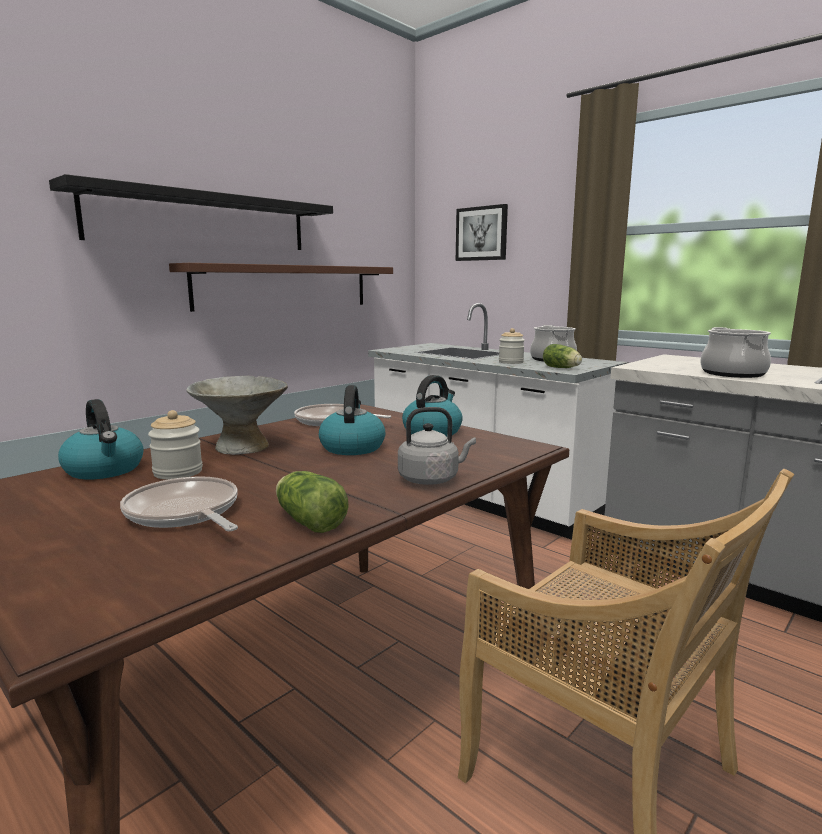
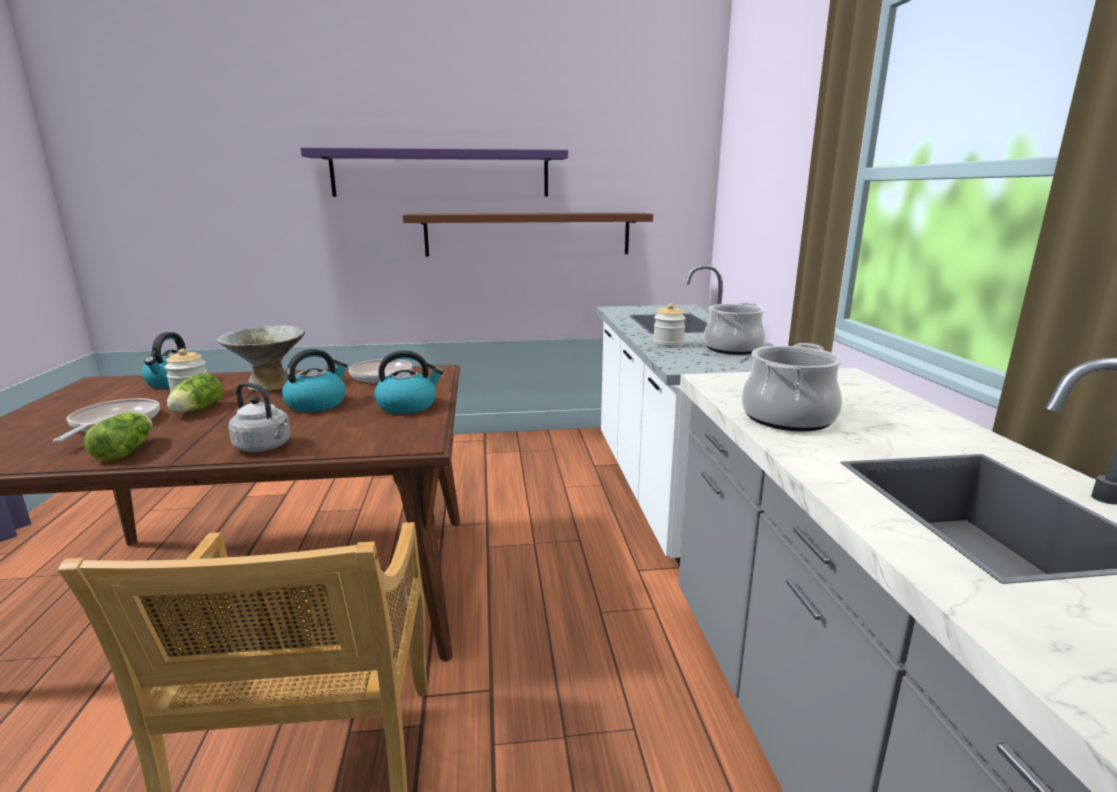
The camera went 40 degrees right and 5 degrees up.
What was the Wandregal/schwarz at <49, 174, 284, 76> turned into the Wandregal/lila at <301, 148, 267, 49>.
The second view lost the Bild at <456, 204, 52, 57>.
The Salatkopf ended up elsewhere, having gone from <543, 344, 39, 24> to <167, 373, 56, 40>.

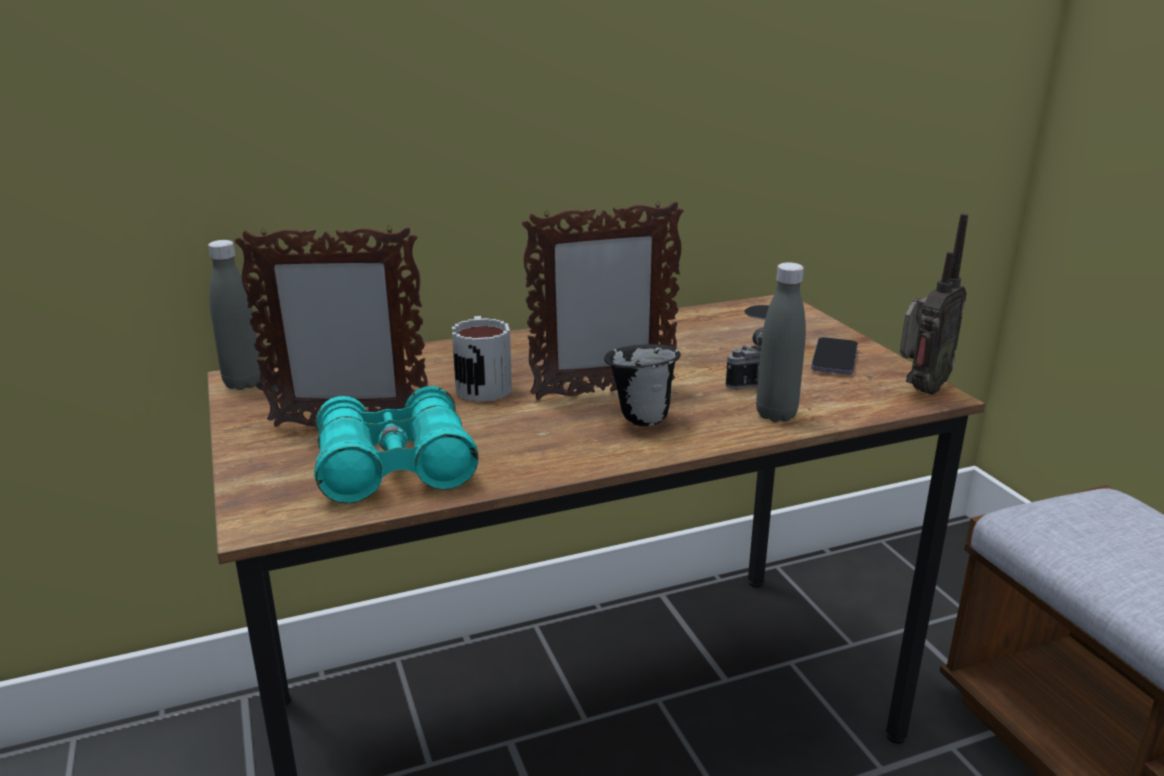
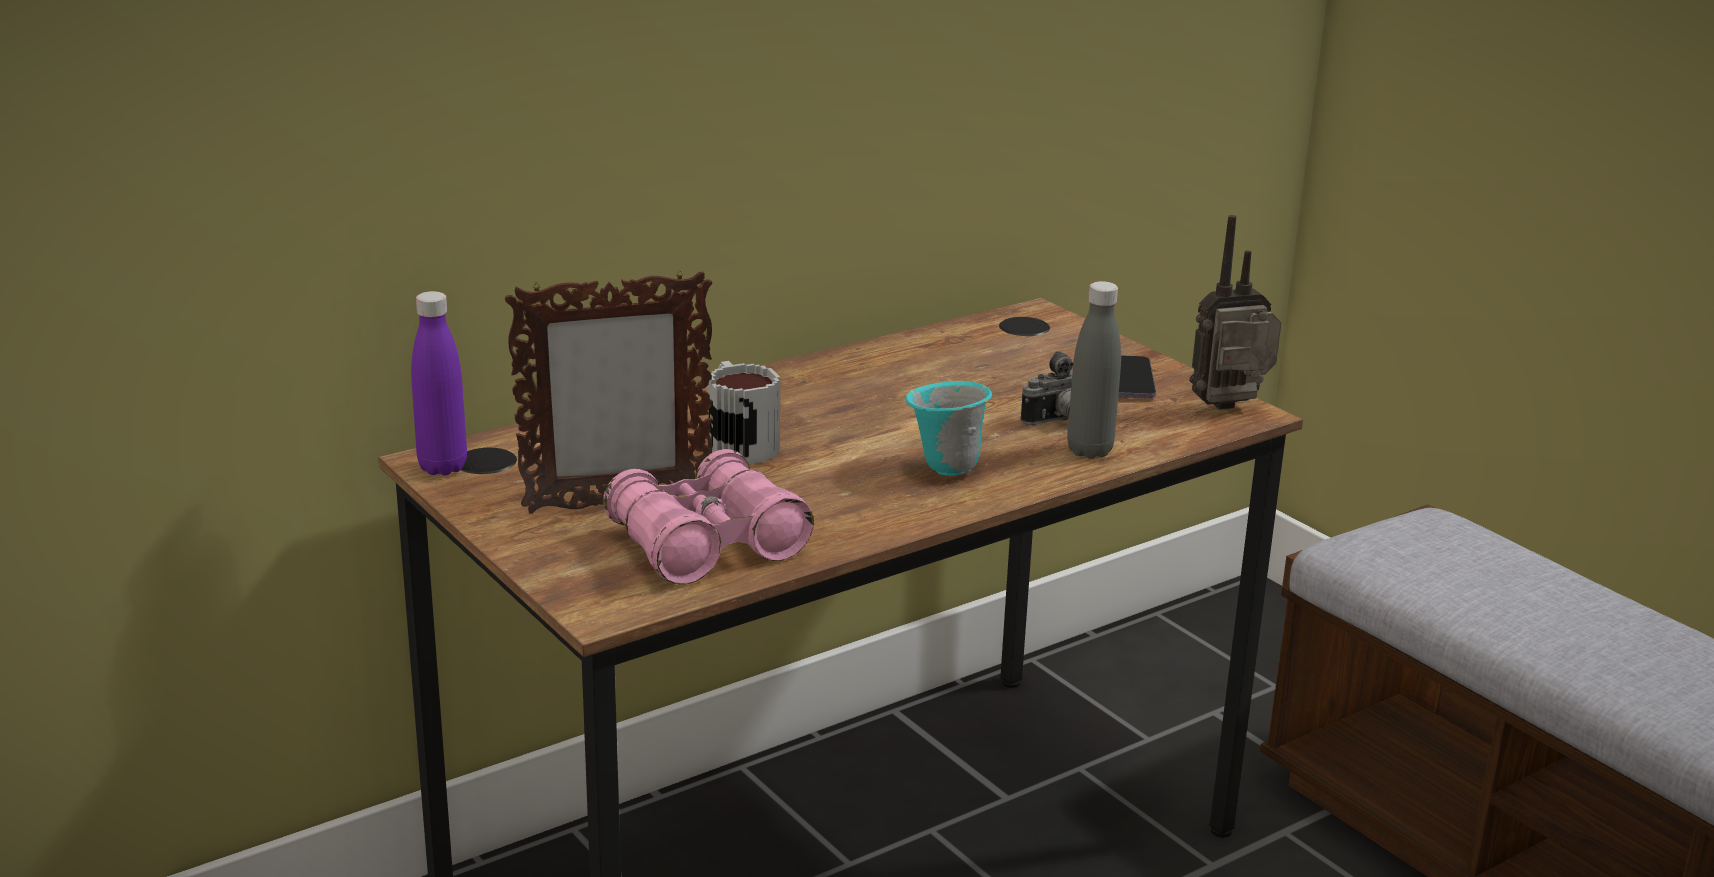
The camera went 15 degrees left and 0 degrees up.
The second view lost the Bilderrahmen at <522, 201, 161, 199>.
The Radio at <900, 214, 68, 181> ended up facing another way, 135 degrees counterclockwise from before.
What was the Flasche/grau at <208, 240, 53, 150> turned into the Flasche/lila at <411, 291, 56, 185>.
What was the Henkelbecher/schwarz at <604, 344, 77, 82> turned into the Henkelbecher/türkis at <905, 381, 87, 95>.
What was the Fernglas/türkis at <314, 386, 165, 117> turned into the Fernglas/rosa at <603, 449, 211, 136>.

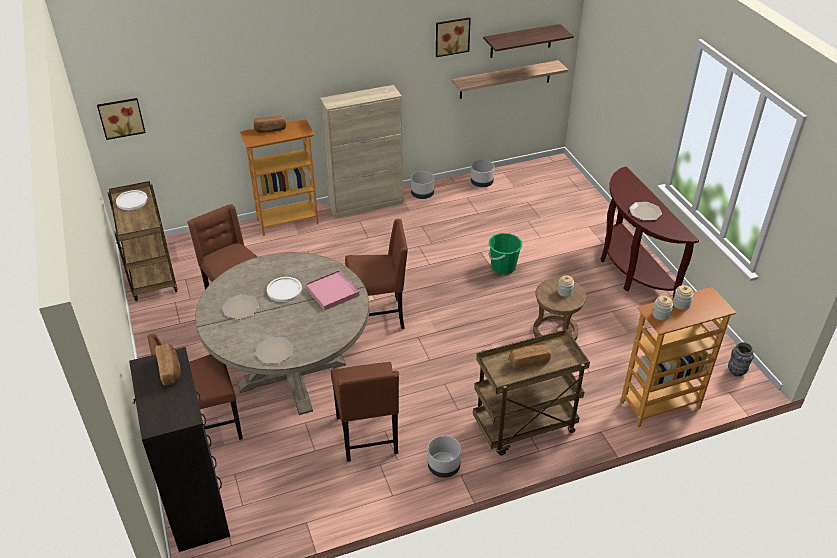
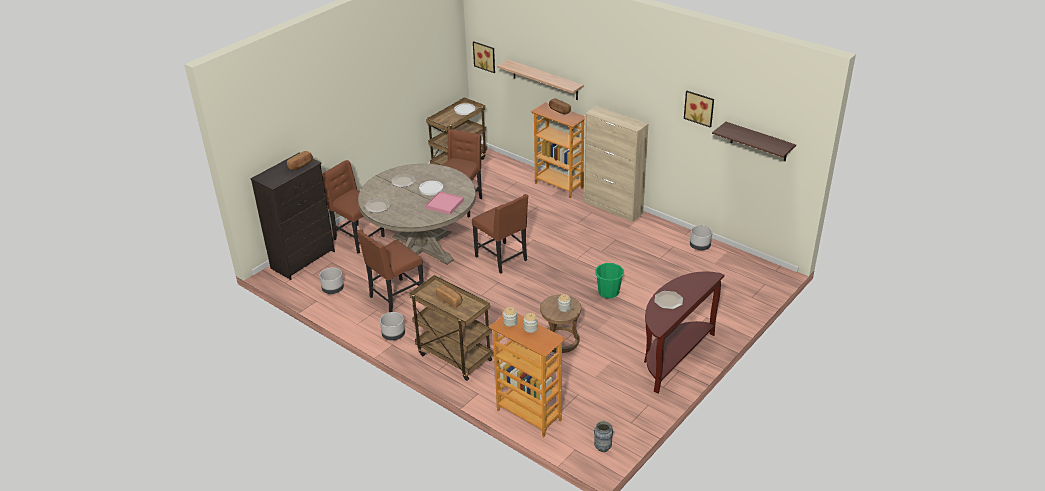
The camera went 60 degrees right and 5 degrees down.
The Wandregal ended up elsewhere, having gone from <452, 60, 116, 39> to <497, 60, 87, 40>.
The Pflanzkübel/grau ended up elsewhere, having gone from <411, 171, 23, 28> to <319, 268, 25, 26>.

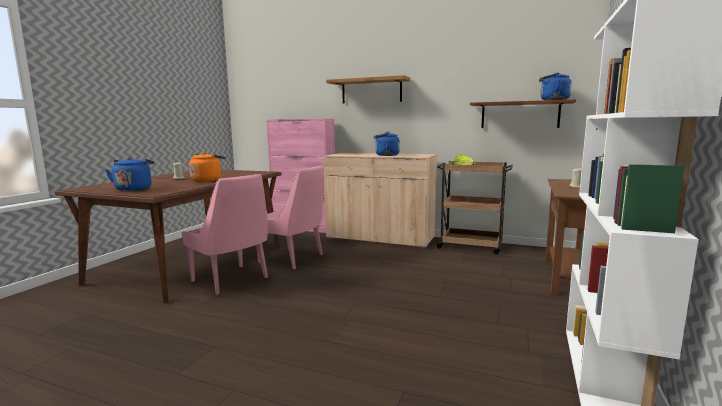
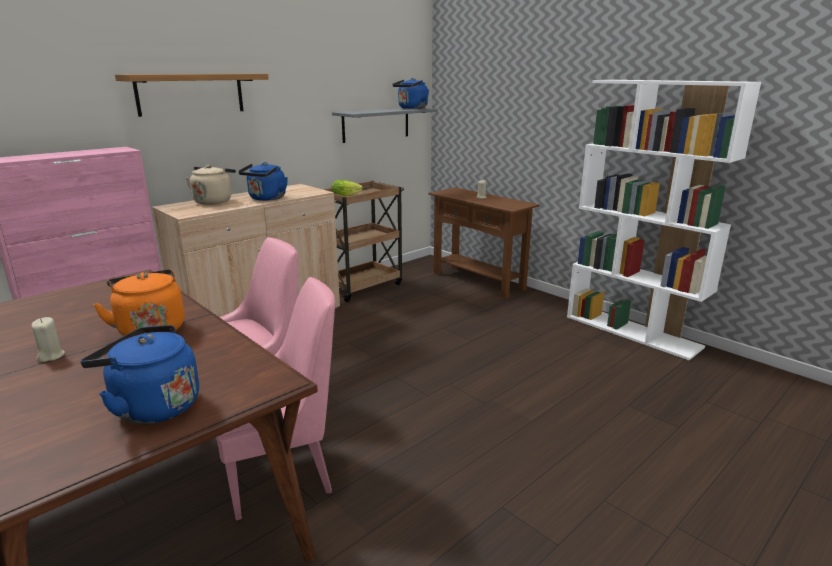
The camera went 65 degrees left and 10 degrees up.
What was the Wandregal/braun at <470, 99, 106, 29> turned into the Wandregal/grau at <332, 108, 106, 35>.
The second view gained the Wasserkessel/beige at <186, 165, 50, 40>.

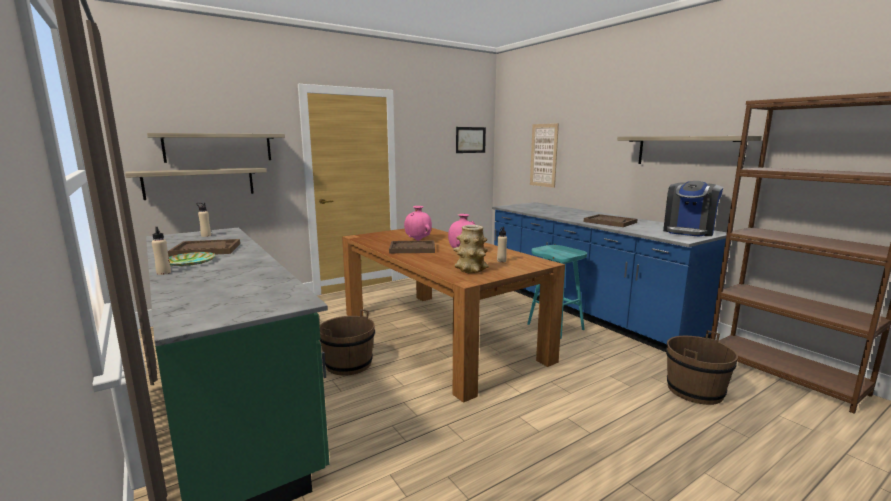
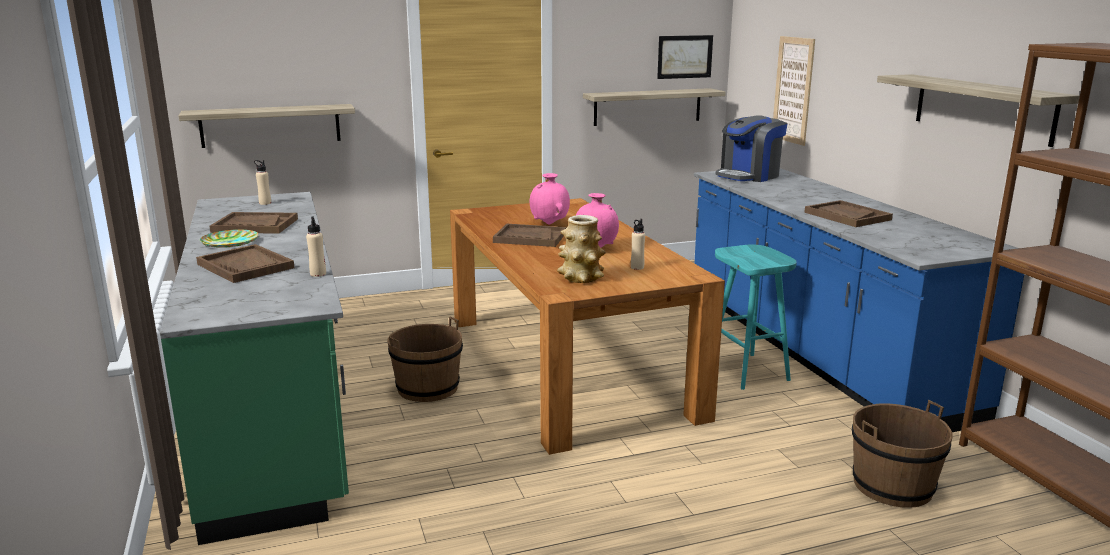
The camera went 15 degrees right and 5 degrees up.
The Wandregal ended up elsewhere, having gone from <147, 133, 138, 30> to <583, 88, 143, 38>.
The Kaffeemaschine ended up elsewhere, having gone from <663, 181, 60, 56> to <715, 115, 72, 67>.
The Flasche/beige ended up elsewhere, having gone from <152, 227, 19, 48> to <306, 216, 20, 61>.
The second view gained the Tablett/braun at <196, 244, 99, 39>.

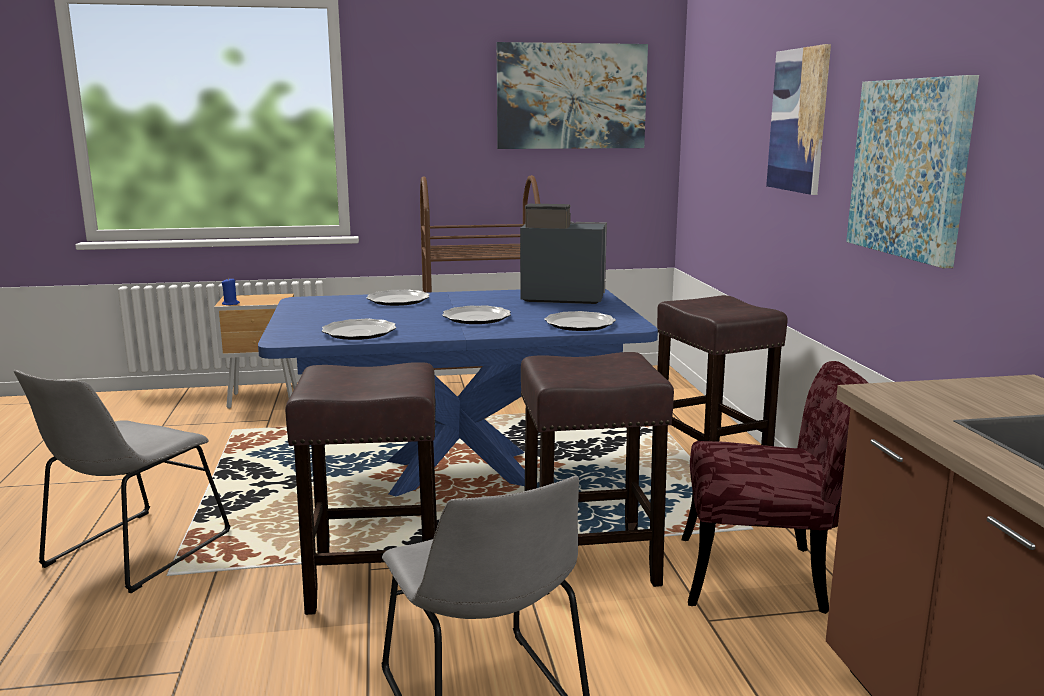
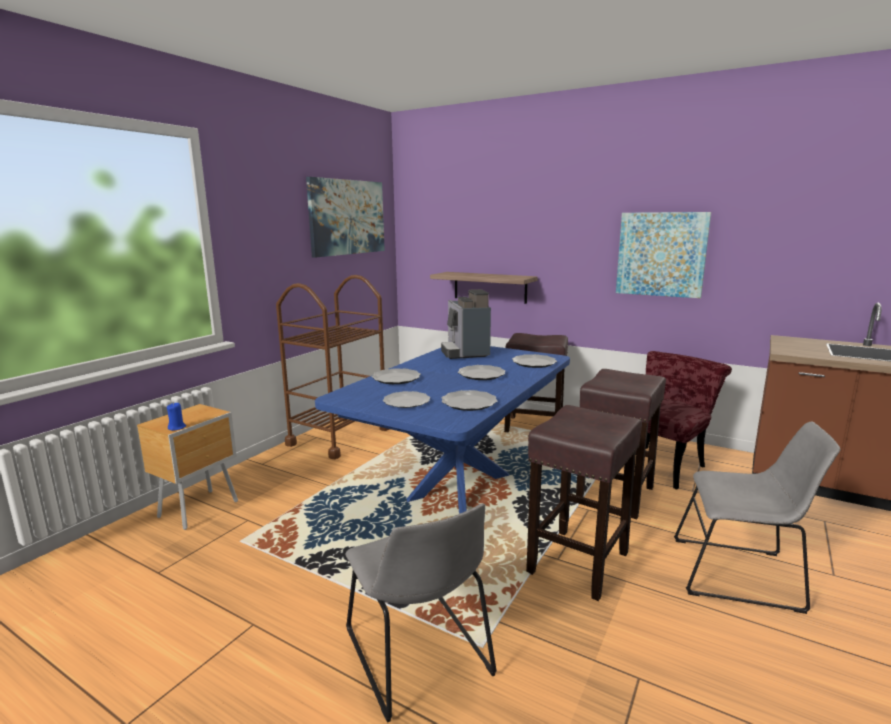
The camera went 50 degrees left and 0 degrees up.
The second view lost the Bild at <766, 44, 65, 151>.
The Kaffeemaschine at <520, 204, 87, 100> ended up facing another way, 60 degrees counterclockwise from before.
The second view gained the Wandregal at <430, 272, 108, 32>.
The second view gained the Teller at <383, 391, 47, 17>.

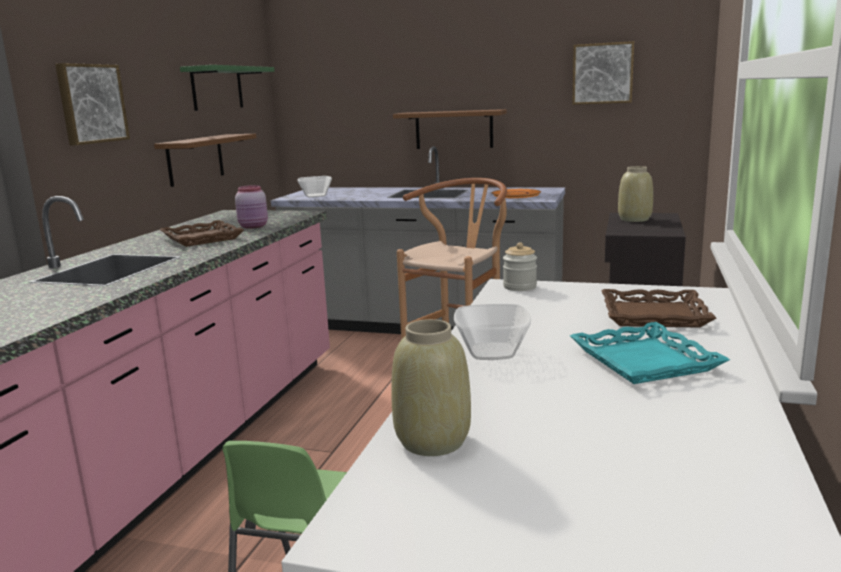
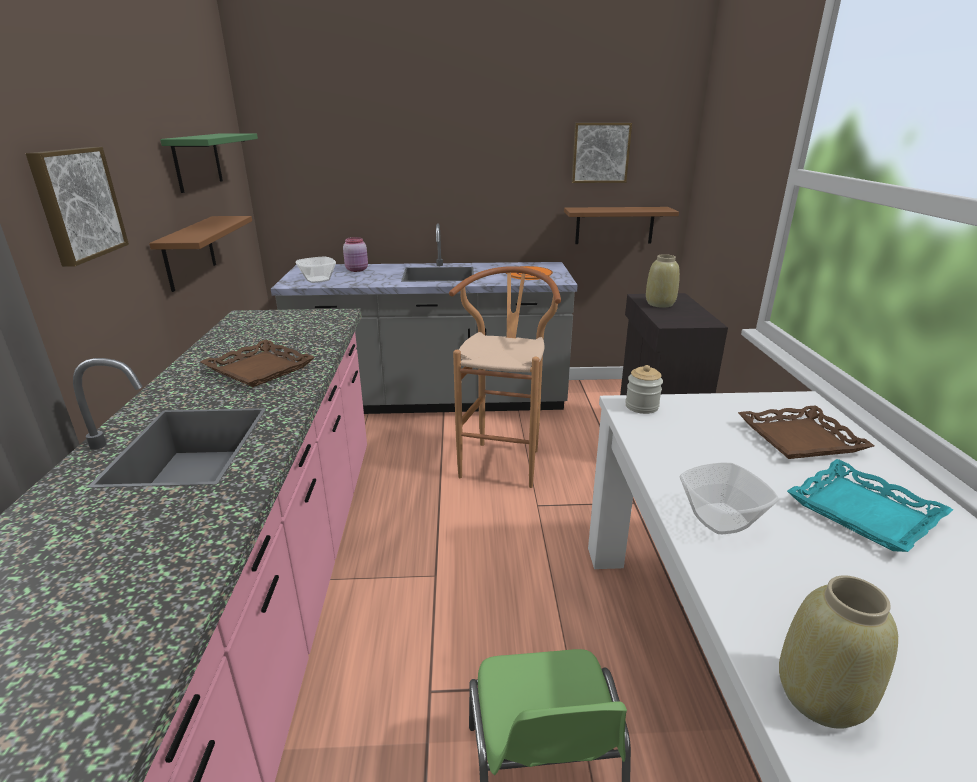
The camera went 20 degrees left and 10 degrees up.
The Wandregal/braun ended up elsewhere, having gone from <393, 109, 114, 40> to <564, 207, 115, 37>.
The Vorratsglas/rosa ended up elsewhere, having gone from <235, 185, 33, 44> to <343, 237, 25, 35>.

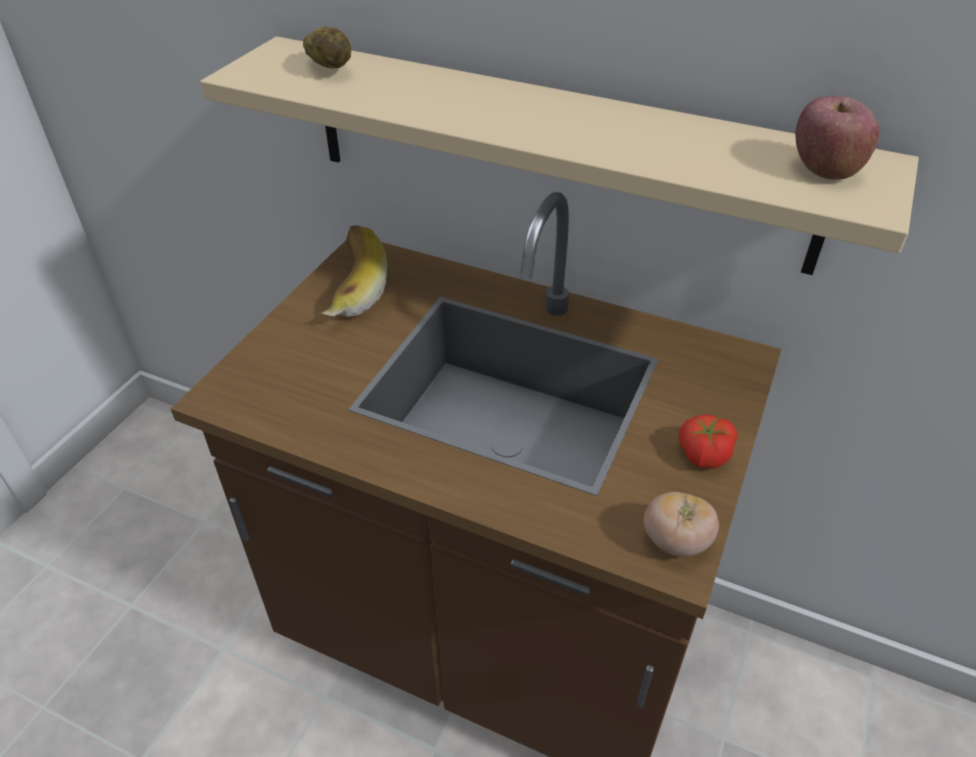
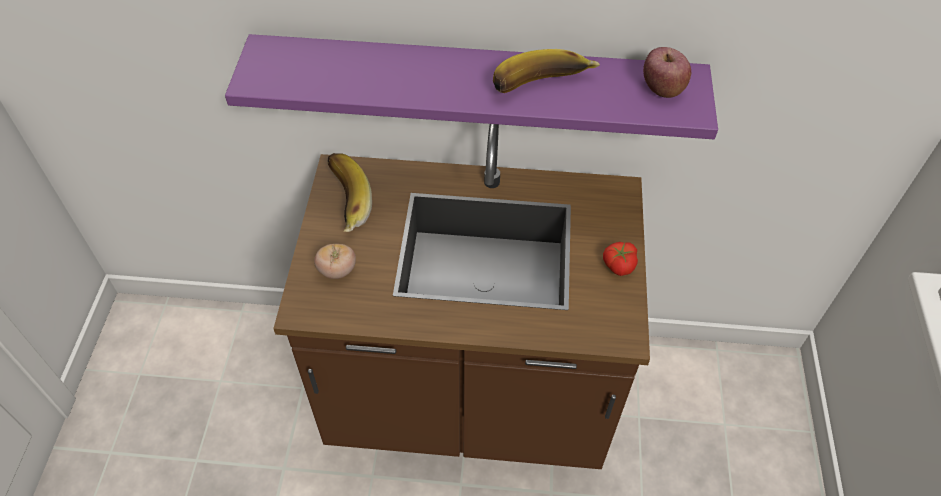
The camera went 20 degrees left and 10 degrees up.
The second view lost the Kartoffel at <303, 27, 48, 41>.
What was the Wandregal/beige at <200, 36, 719, 239> turned into the Wandregal/lila at <225, 34, 493, 105>.
The Tomate ended up elsewhere, having gone from <644, 492, 75, 65> to <314, 244, 42, 35>.
The second view gained the Banane at <493, 49, 107, 44>.

